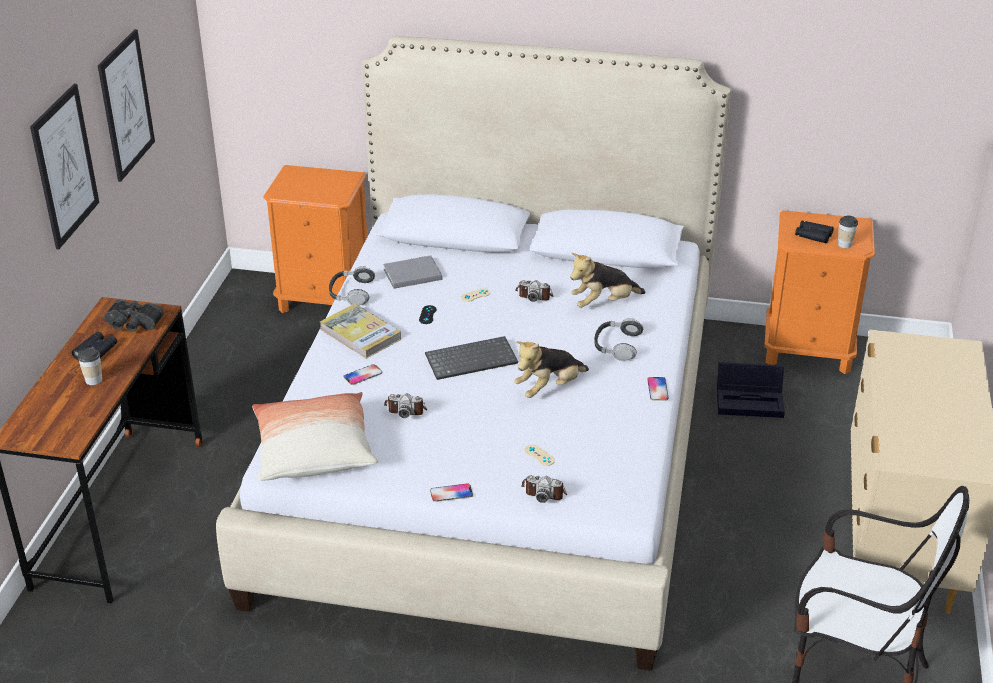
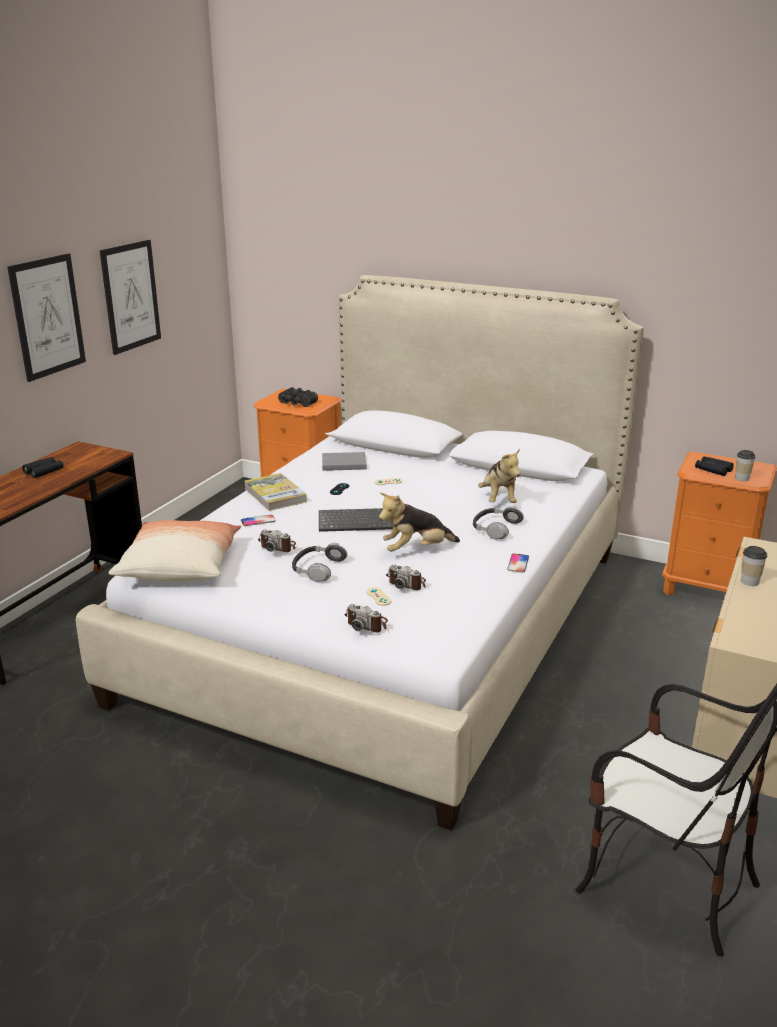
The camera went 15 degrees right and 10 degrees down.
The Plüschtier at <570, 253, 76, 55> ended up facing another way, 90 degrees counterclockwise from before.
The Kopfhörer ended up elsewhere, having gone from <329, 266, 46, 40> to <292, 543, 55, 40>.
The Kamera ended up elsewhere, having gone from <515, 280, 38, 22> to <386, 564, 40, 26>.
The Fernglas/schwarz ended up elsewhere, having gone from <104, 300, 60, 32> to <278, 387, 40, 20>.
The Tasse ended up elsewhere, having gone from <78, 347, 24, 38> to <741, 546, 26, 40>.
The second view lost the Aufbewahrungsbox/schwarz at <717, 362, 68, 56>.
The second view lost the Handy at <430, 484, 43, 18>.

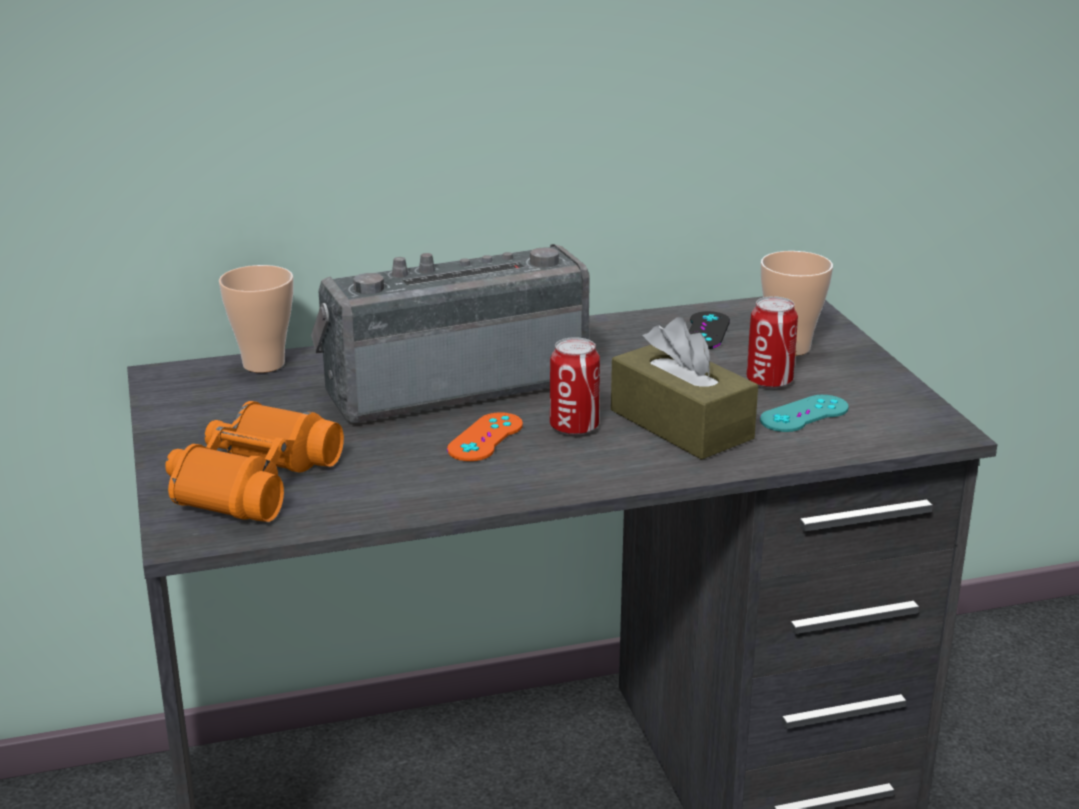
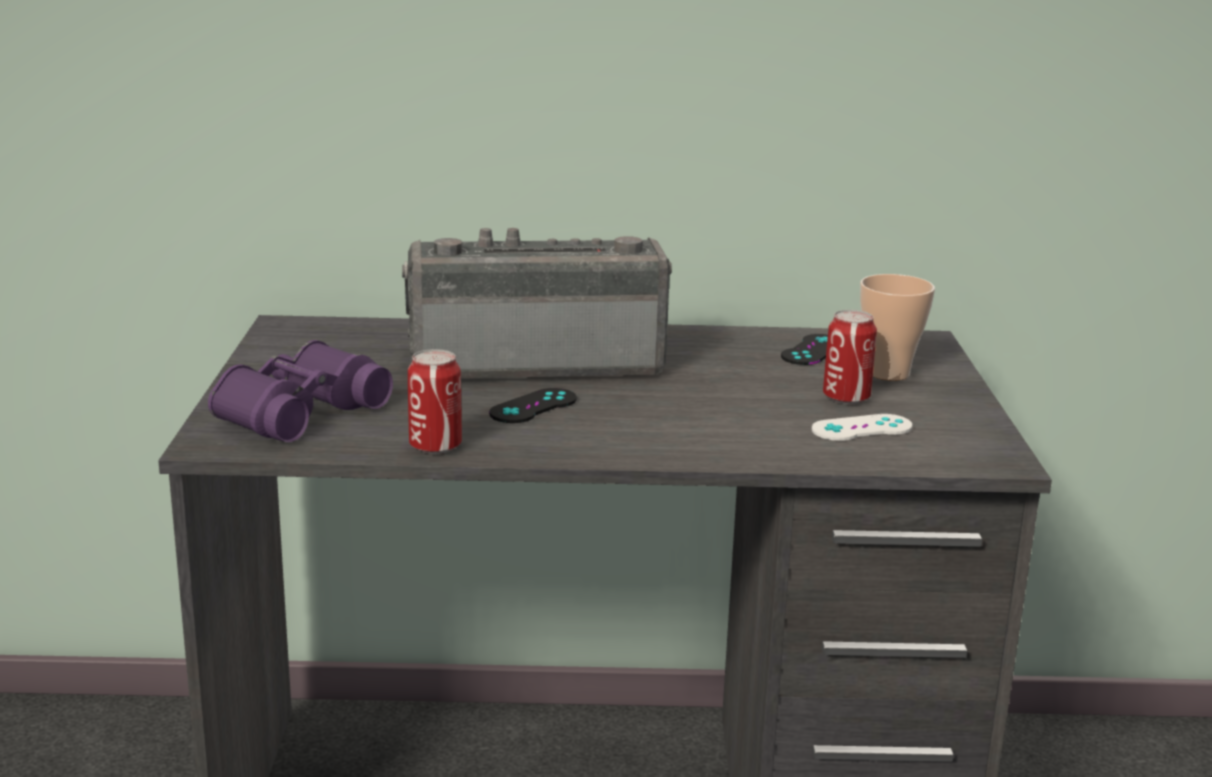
The camera went 15 degrees right and 5 degrees down.
The second view lost the Tasse at <219, 265, 74, 108>.
The second view lost the Taschentuchbox/braun at <611, 317, 147, 143>.
The Dose ended up elsewhere, having gone from <550, 337, 50, 99> to <408, 349, 54, 105>.
What was the Gamepad/türkis at <760, 395, 89, 37> turned into the Gamepad/weiß at <812, 414, 101, 27>.
What was the Fernglas/orange at <166, 401, 178, 121> turned into the Fernglas/lila at <208, 340, 185, 102>.
What was the Gamepad/orange at <447, 412, 76, 49> turned into the Gamepad/schwarz at <489, 388, 88, 35>.

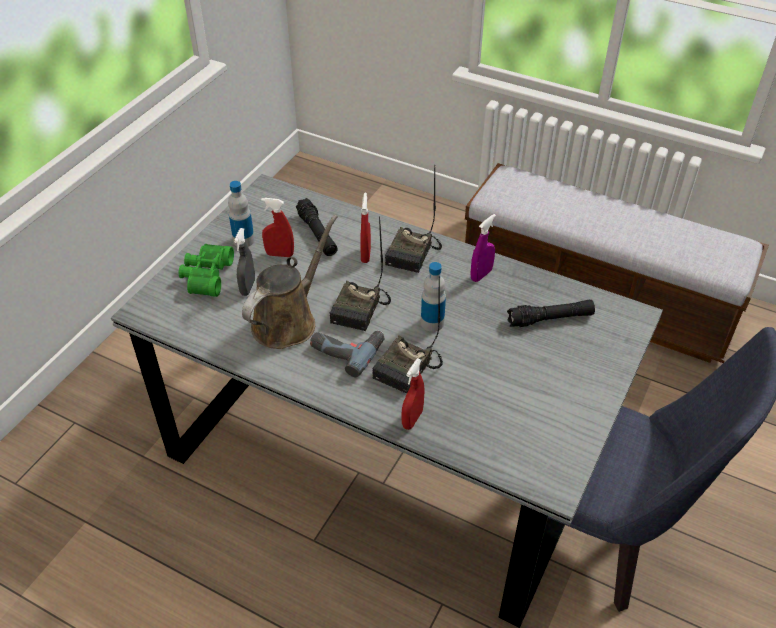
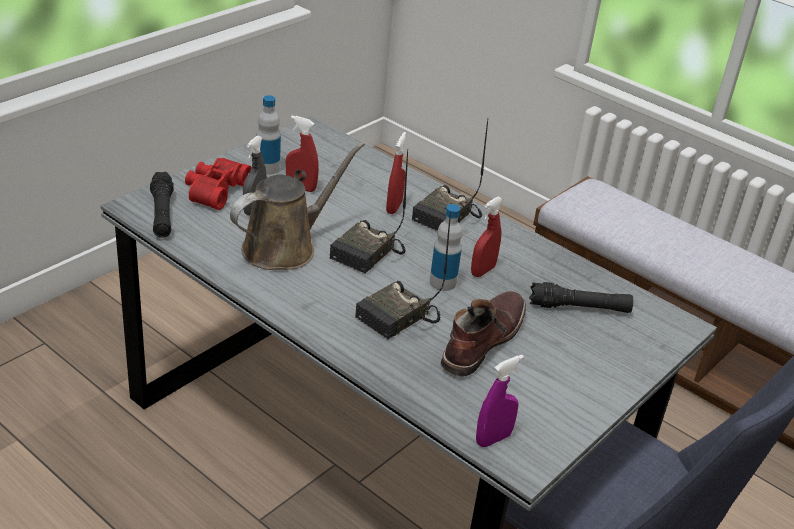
The camera went 10 degrees right and 10 degrees down.
The Taschenlampe/schwarz ended up elsewhere, having gone from <296, 198, 42, 58> to <150, 172, 24, 66>.
The Sprühflasche/lila ended up elsewhere, having gone from <471, 214, 25, 68> to <476, 355, 48, 92>.
What was the Fernglas/grün at <179, 244, 55, 53> turned into the Fernglas/rot at <185, 158, 67, 52>.
The second view lost the Bohrmaschine at <310, 331, 75, 47>.
The Sprühflasche/rot ended up elsewhere, having gone from <401, 358, 24, 72> to <471, 197, 32, 80>.
The second view gained the Stiefel/braun at <441, 291, 85, 86>.

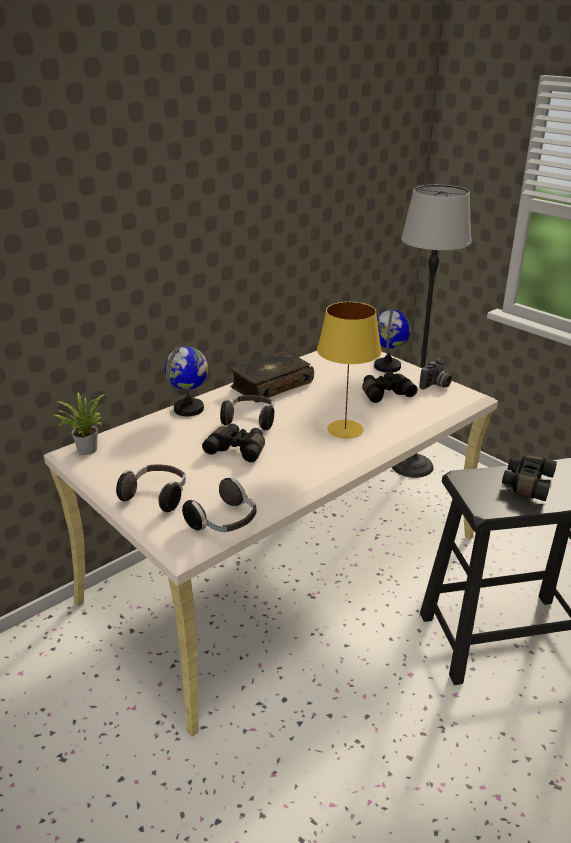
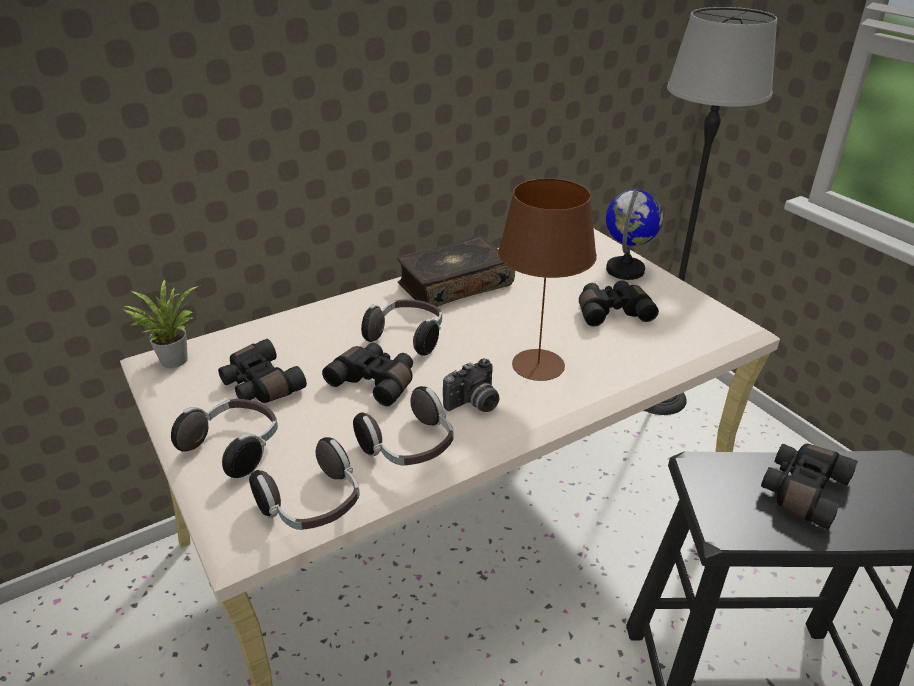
The camera went 10 degrees right and 5 degrees up.
What was the Tischlampe/gelb at <317, 302, 65, 137> turned into the Tischlampe/braun at <498, 178, 99, 203>.
The second view lost the Globus at <165, 346, 43, 70>.
The Kamera ended up elsewhere, having gone from <419, 359, 33, 30> to <443, 359, 56, 53>.
The second view gained the Fernglas/schwarz at <218, 339, 89, 64>.
The second view gained the Kopfhörer at <353, 386, 100, 80>.

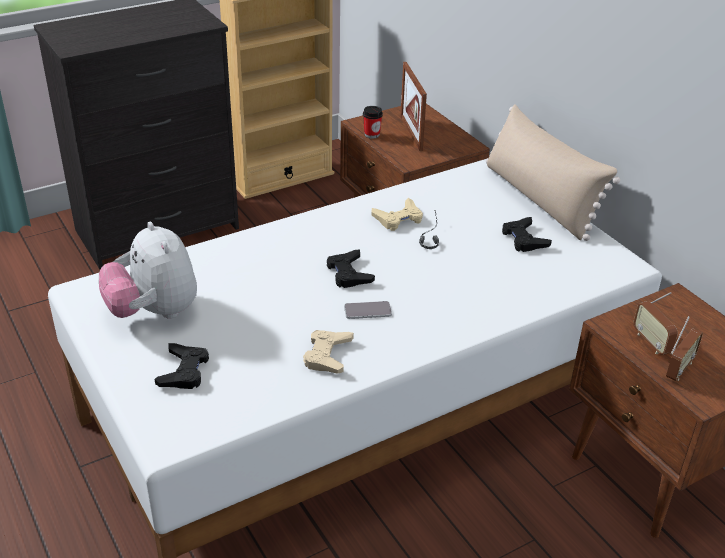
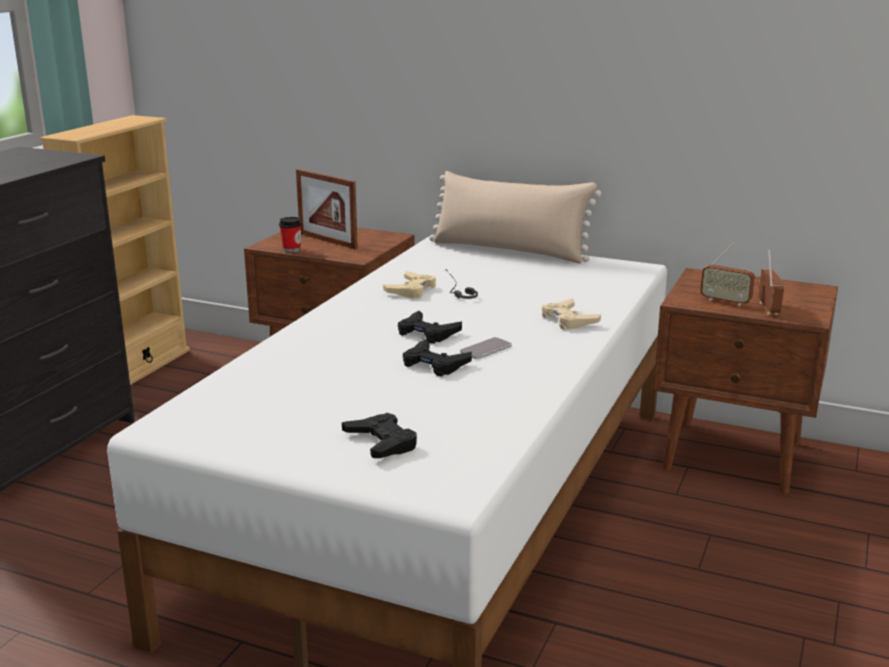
The camera went 35 degrees left and 15 degrees down.
The Gamepad/schwarz ended up elsewhere, having gone from <502, 217, 50, 35> to <403, 339, 69, 37>.
The second view lost the Plüschtier at <99, 222, 98, 97>.
The Gamepad/beige ended up elsewhere, having gone from <303, 330, 51, 44> to <542, 298, 59, 32>.

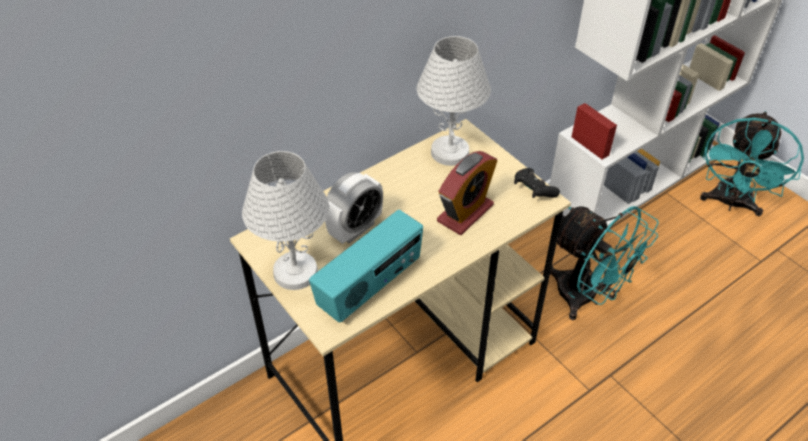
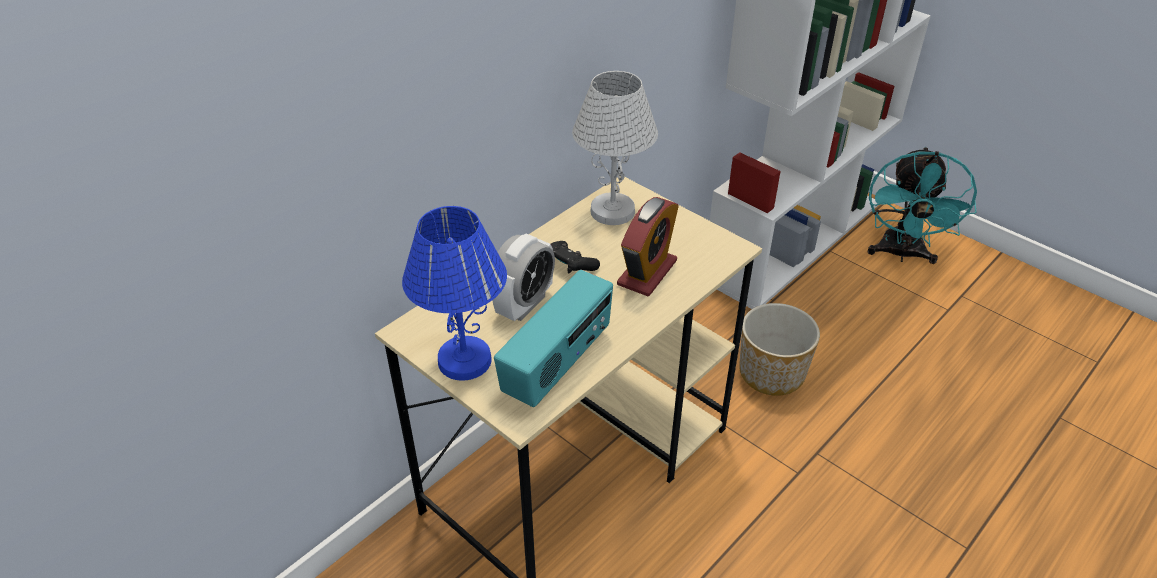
The camera went 10 degrees left and 5 degrees down.
What was the Tischlampe/weiß at <242, 151, 87, 139> turned into the Tischlampe/blau at <402, 206, 105, 175>.
The Gamepad/schwarz ended up elsewhere, having gone from <514, 168, 46, 30> to <551, 241, 49, 32>.
Where the Ventilator/türkis stood at <550, 206, 109, 114>, the Pflanzkübel came to stand at <739, 303, 81, 93>.

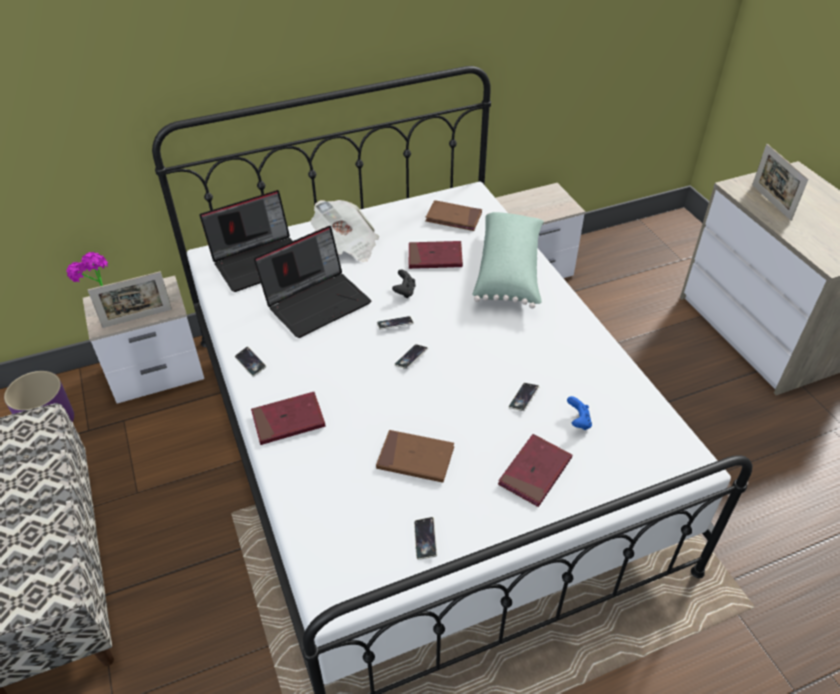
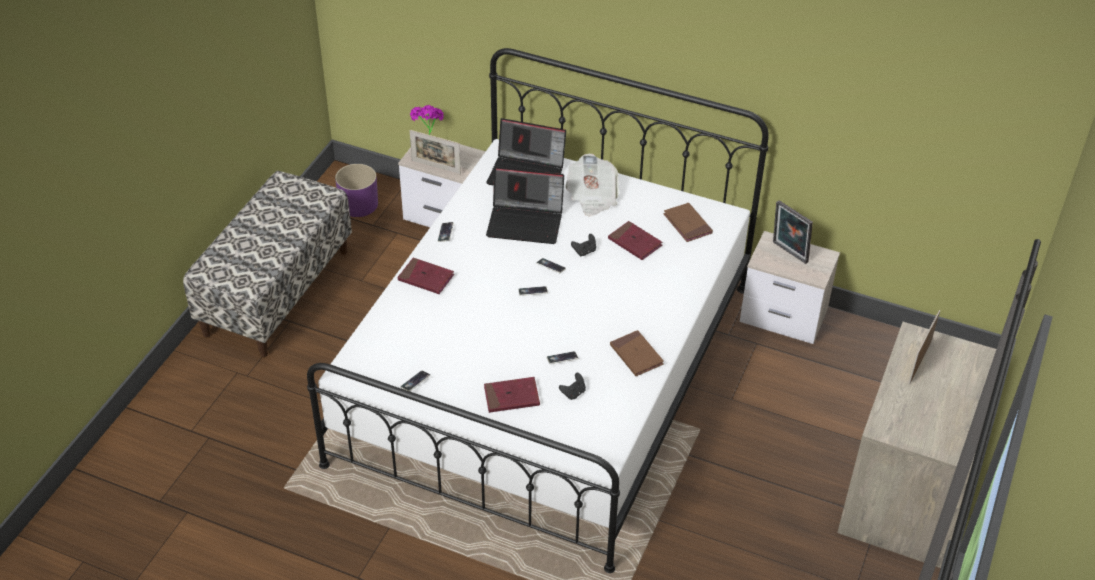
The camera went 45 degrees right and 0 degrees up.
The second view lost the Kissen/grün at <473, 212, 71, 97>.
What was the Gamepad/blau at <567, 396, 25, 34> turned into the Gamepad/schwarz at <559, 373, 27, 27>.
The Buch/braun ended up elsewhere, having gone from <376, 430, 78, 53> to <610, 330, 54, 46>.
The second view gained the Bilderrahmen at <773, 200, 40, 64>.

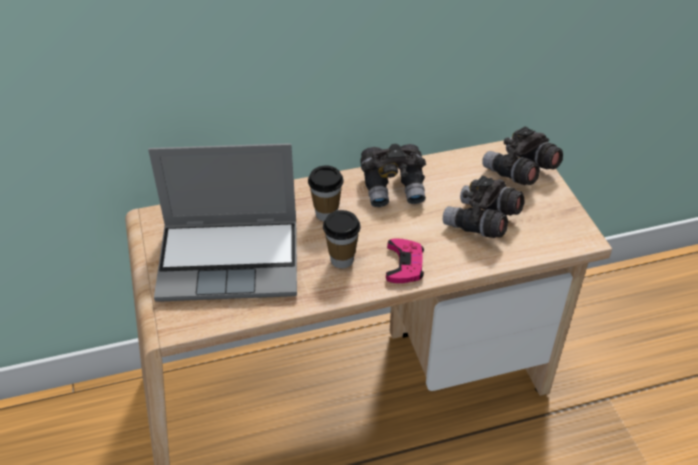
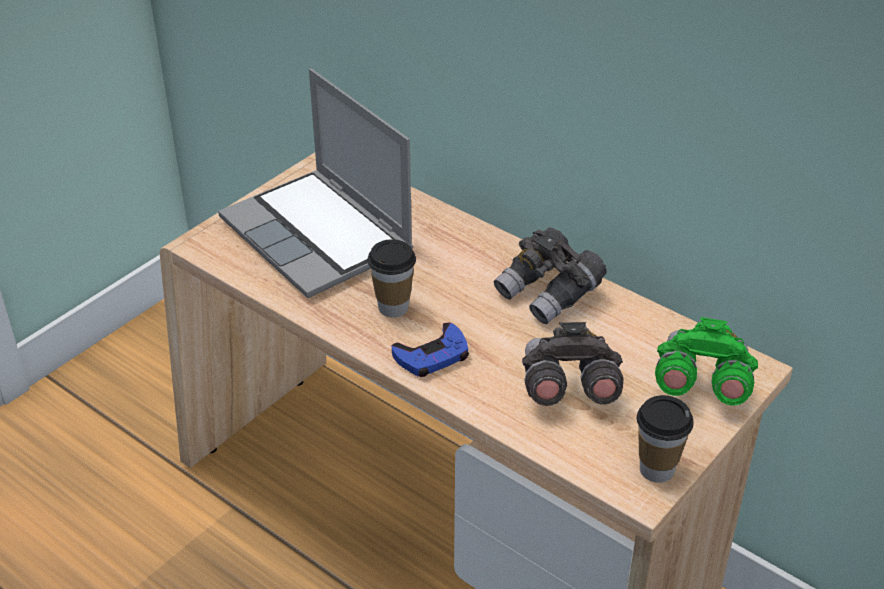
The camera went 55 degrees right and 5 degrees down.
What was the Fernglas/grau at <482, 126, 81, 59> turned into the Fernglas/grün at <655, 317, 103, 88>.
The Tasse ended up elsewhere, having gone from <308, 166, 35, 55> to <637, 395, 57, 88>.
What was the Gamepad/rosa at <386, 239, 38, 44> turned into the Gamepad/blau at <392, 322, 77, 55>.

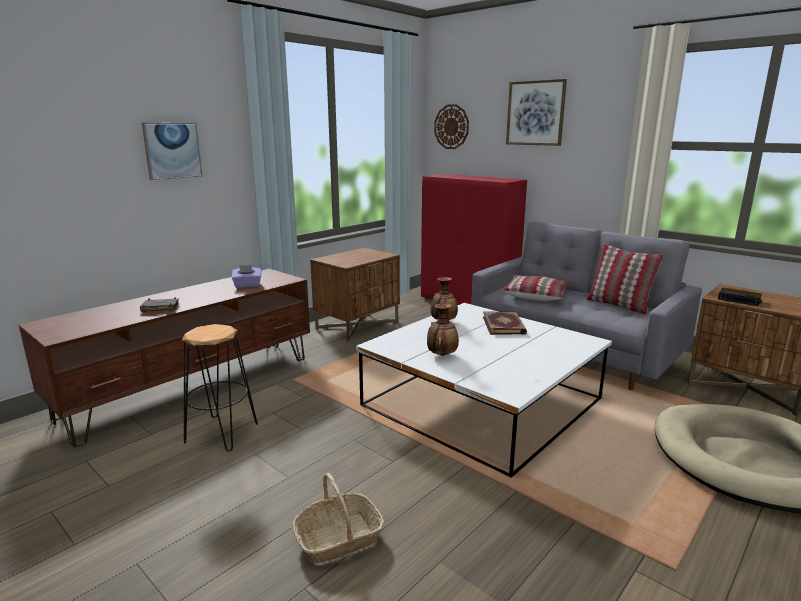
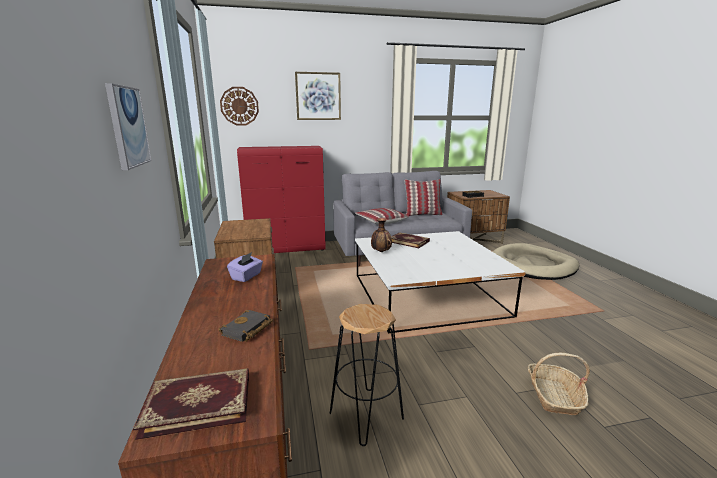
The camera went 55 degrees left and 0 degrees up.
The second view lost the Vase at <427, 303, 32, 53>.
The second view gained the Buch at <133, 368, 116, 72>.

